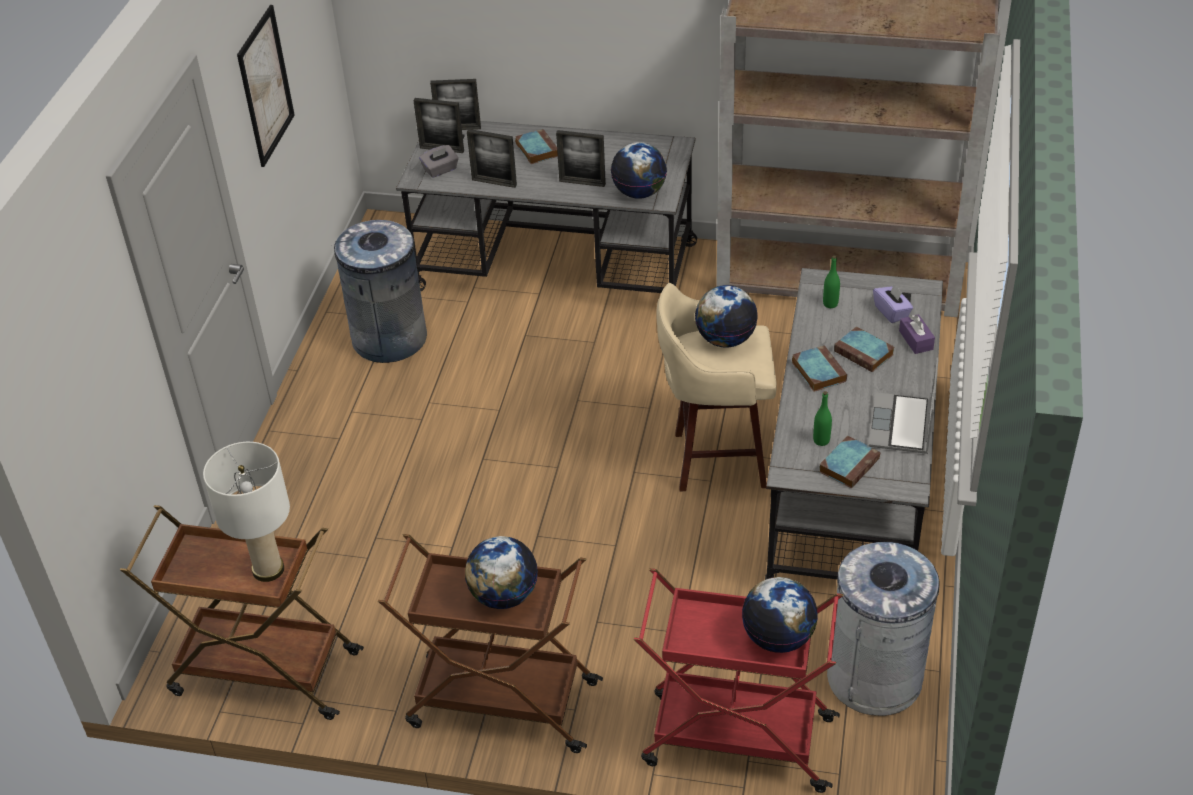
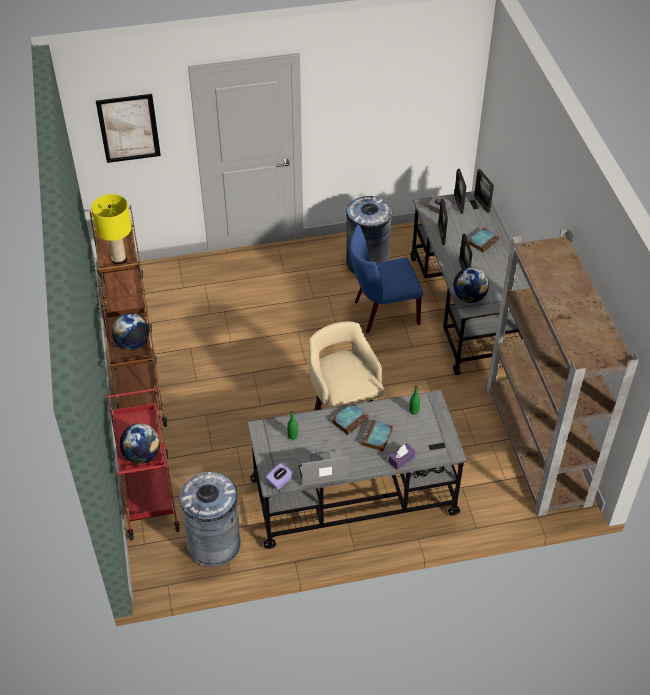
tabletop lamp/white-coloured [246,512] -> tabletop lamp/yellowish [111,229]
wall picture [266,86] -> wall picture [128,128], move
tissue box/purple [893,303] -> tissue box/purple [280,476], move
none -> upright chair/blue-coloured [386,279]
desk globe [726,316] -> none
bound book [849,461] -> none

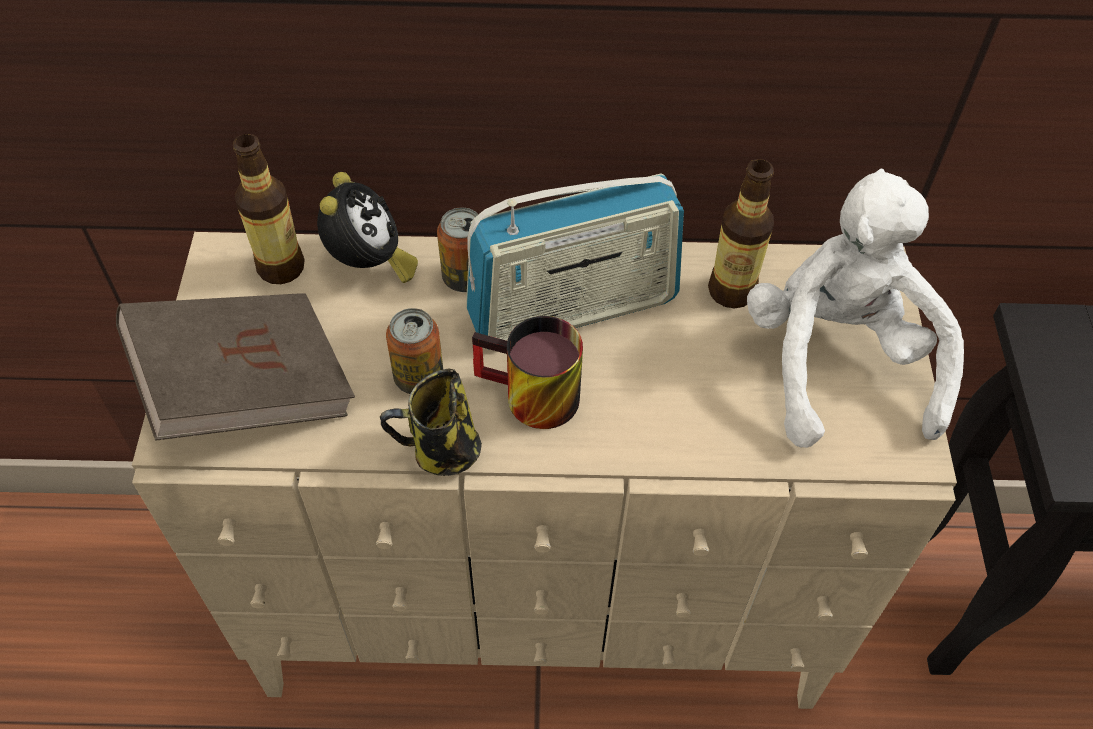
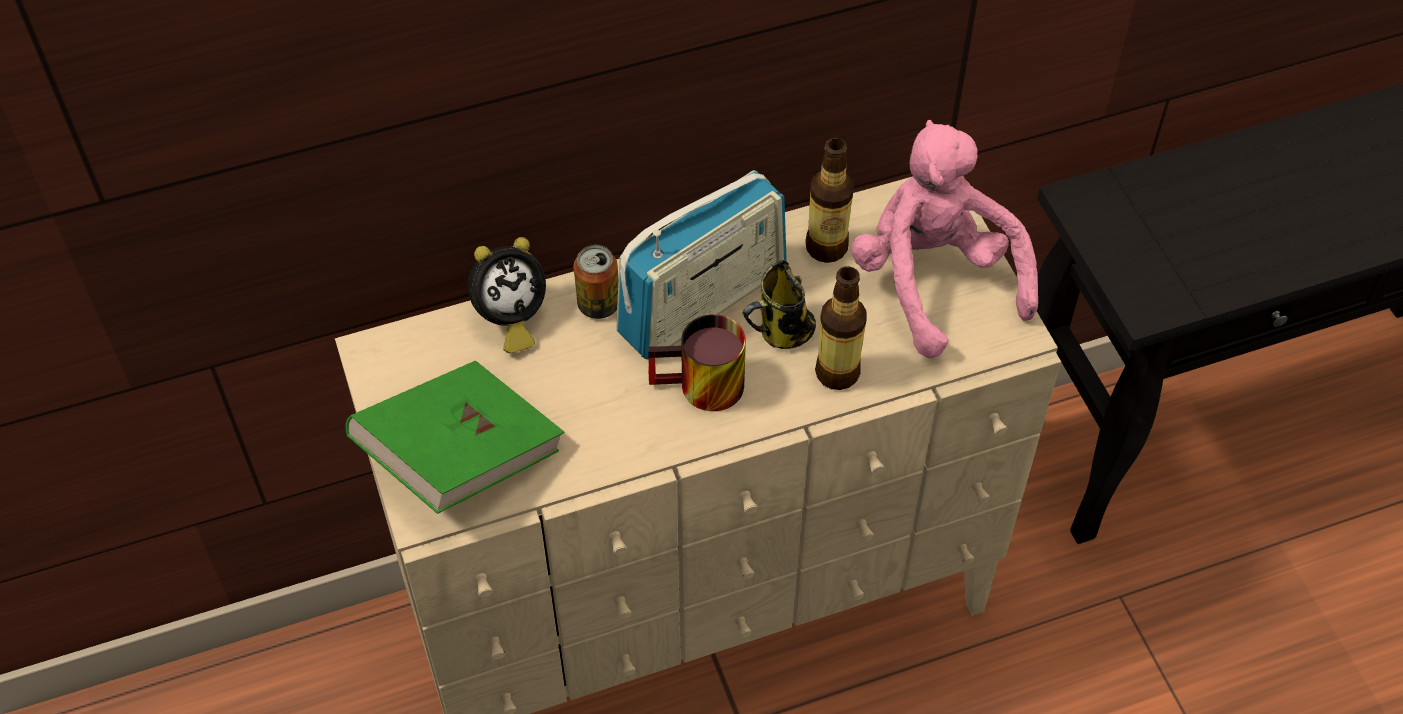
bound book/brown [235,367] -> bound book/greenish [455,437]
table clock [367,227] -> table clock [507,295], 75 degrees clockwise
coffee mug [431,422] -> coffee mug [779,304], move
bottle [269,209] -> bottle [841,328], move
cuddly toy/white-coloured [855,308] -> cuddly toy/pink [944,239]
metal can [414,351] -> none

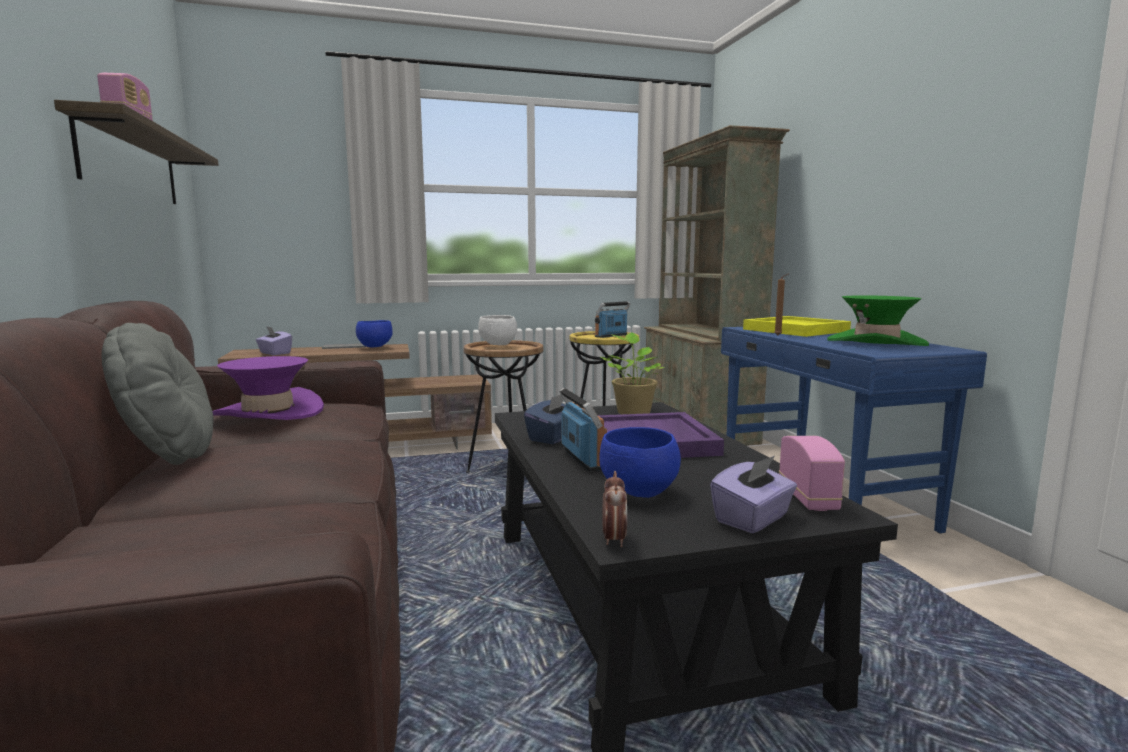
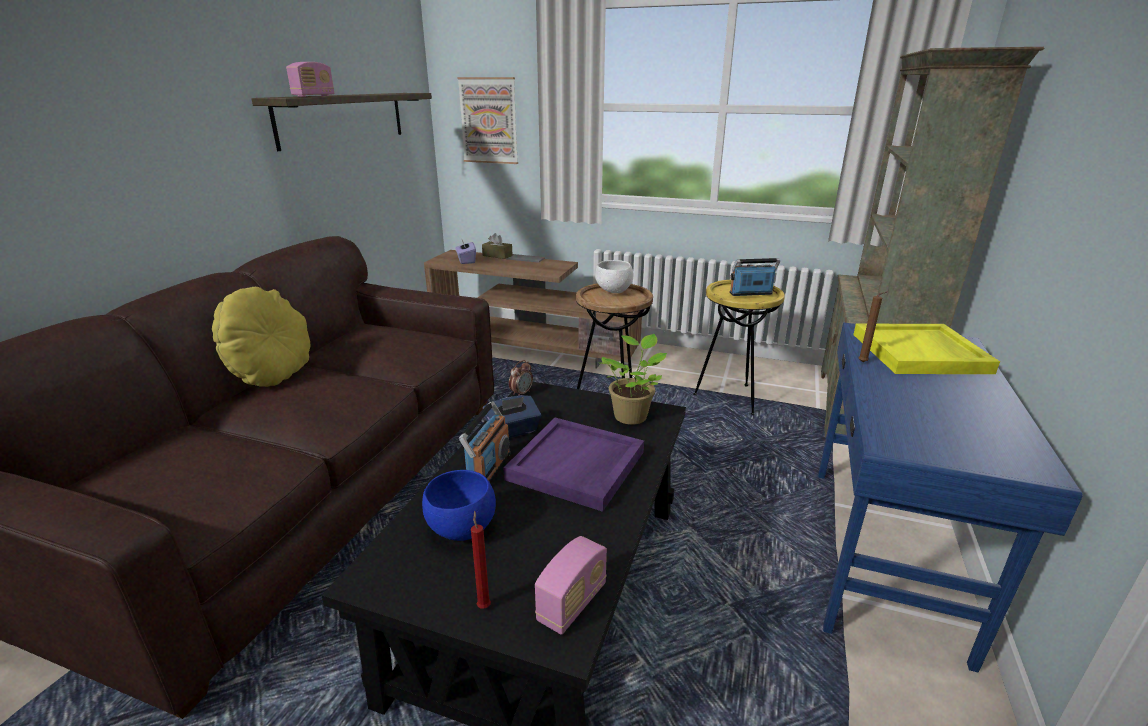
throw pillow/greyish [157,394] -> throw pillow/yellowish [261,337]
none -> wall picture [487,120]
tissue box/purple [753,494] -> wax candle/red-coloured [481,560]
none -> tissue box/brown [497,246]
table clock [615,509] -> table clock [521,378], move
wearable hat/purple [268,388] -> none
serving bowl/blue-coloured [374,333] -> none
wearable hat/greenish [878,320] -> none

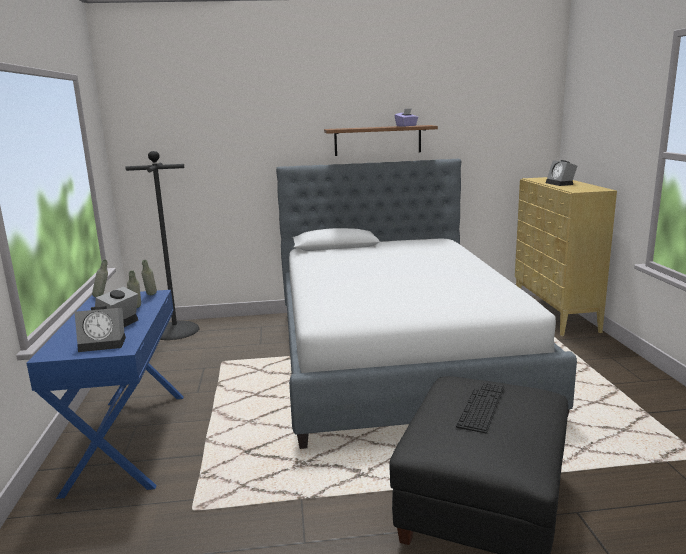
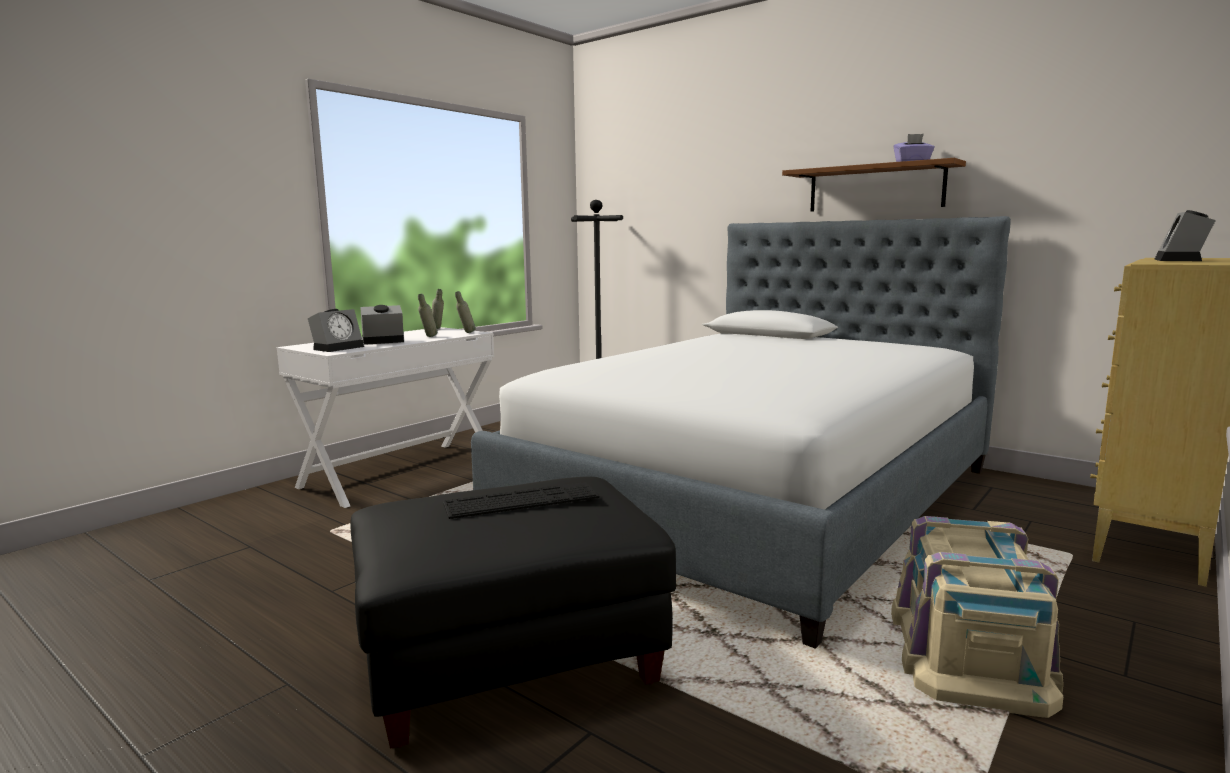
desk table/blue-coloured [105,394] -> desk table/white-coloured [385,417]
table clock [100,329] -> table clock [336,330], 90 degrees counterclockwise
none -> storage container/beige-coloured [977,617]

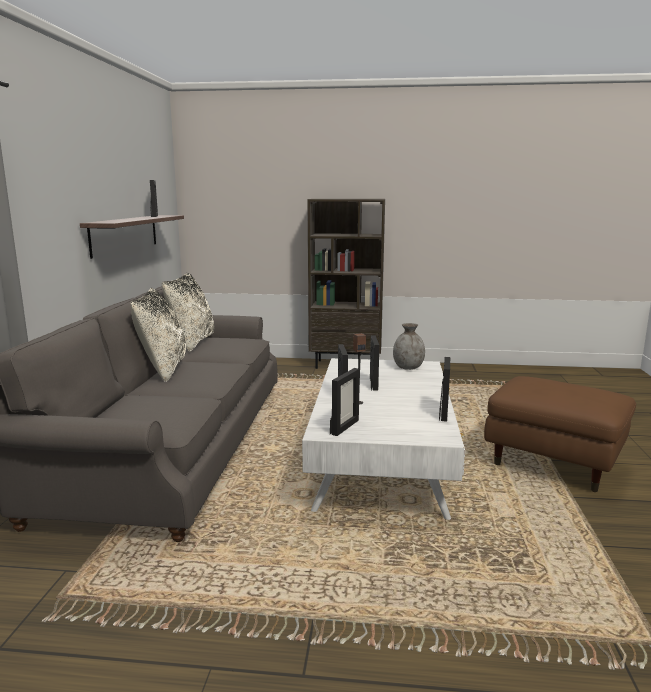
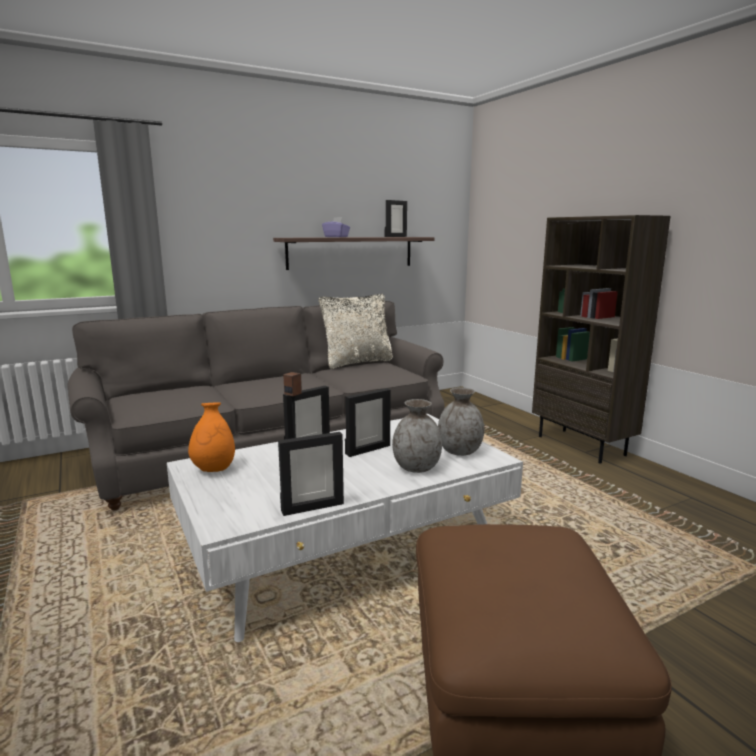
picture frame [345,402] -> vase/orange [211,437]
none -> tissue box/purple [336,227]
none -> vase/greyish [417,436]
throw pillow/beige-coloured [158,335] -> none

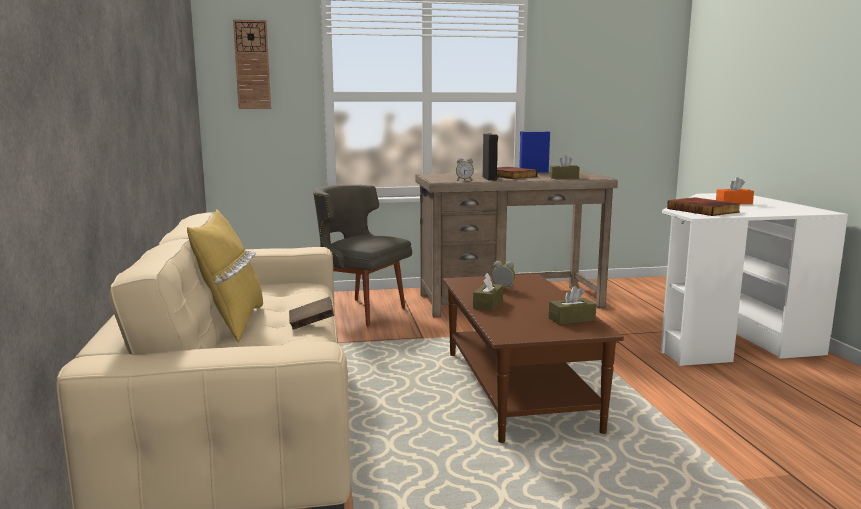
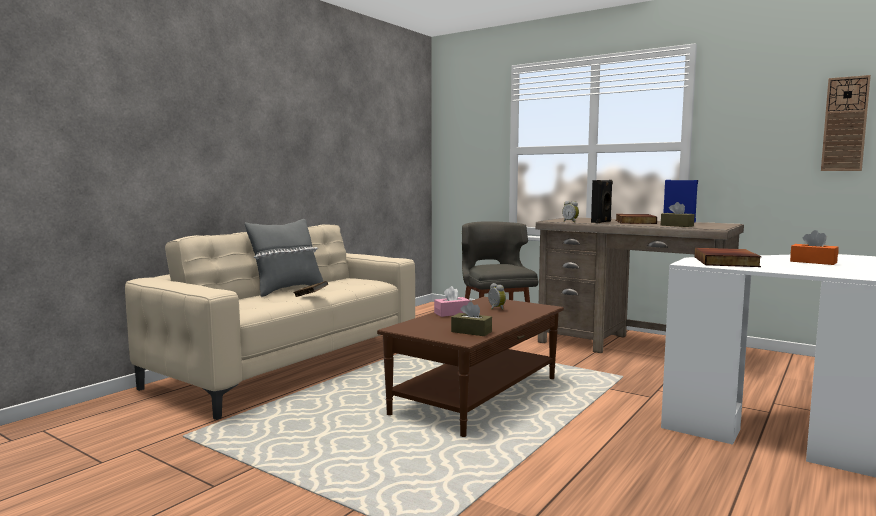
throw pillow/yellowish [225,275] -> throw pillow/greyish [284,258]
tissue box/brown [488,292] -> tissue box/pink [452,301]
hanging clock [252,64] -> hanging clock [846,123], move

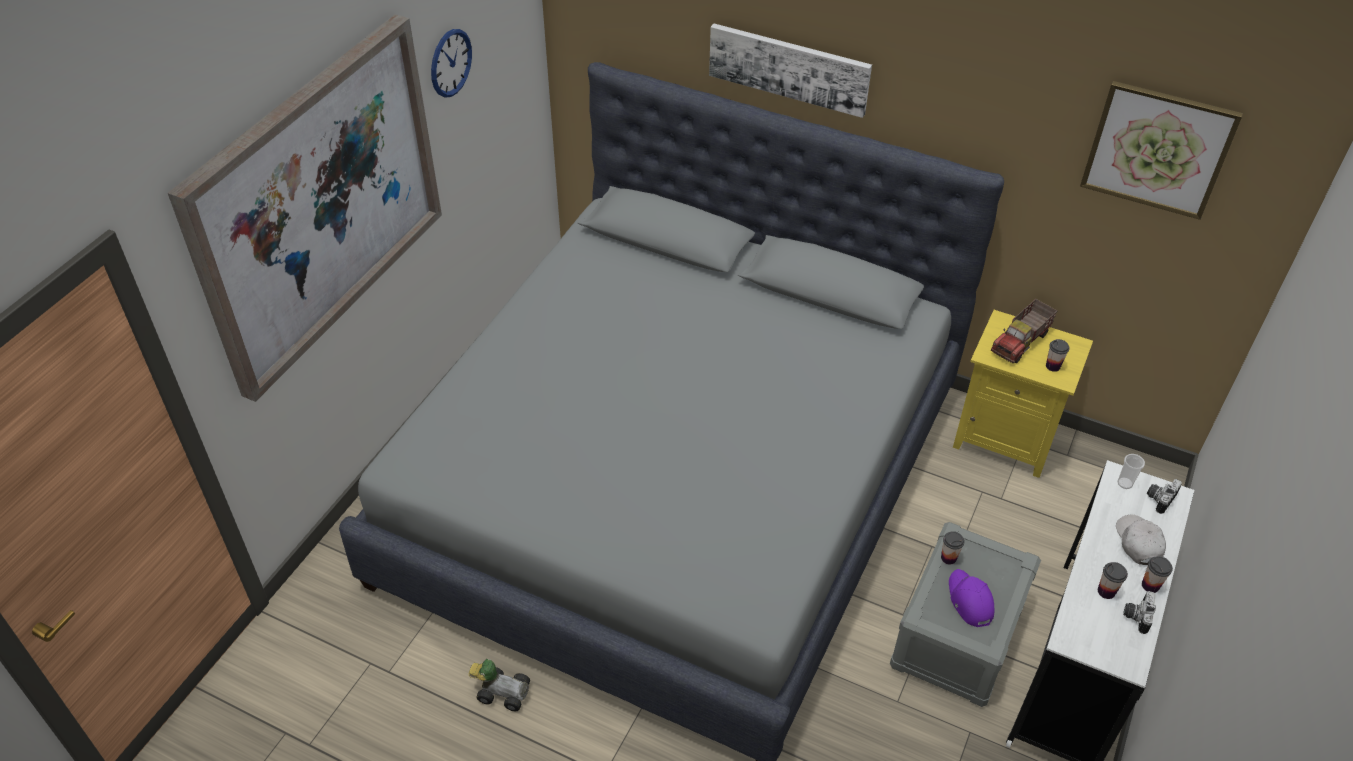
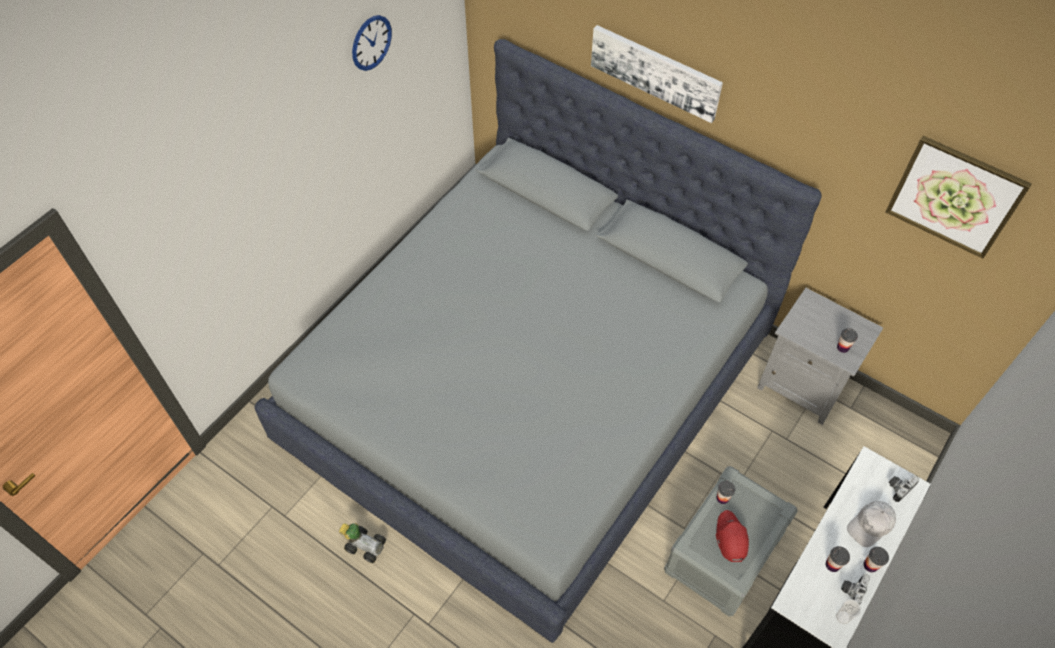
cap/purple [971,598] -> cap/red-coloured [732,536]
bedside table/yellowish [1023,394] -> bedside table/greyish [820,356]
drinking cup [1131,471] -> drinking cup [848,611], move
cap/white-coloured [1141,540] -> cap/white-coloured [871,524], 135 degrees counterclockwise
wall picture [305,208] -> none
toy lorry [1024,331] -> none

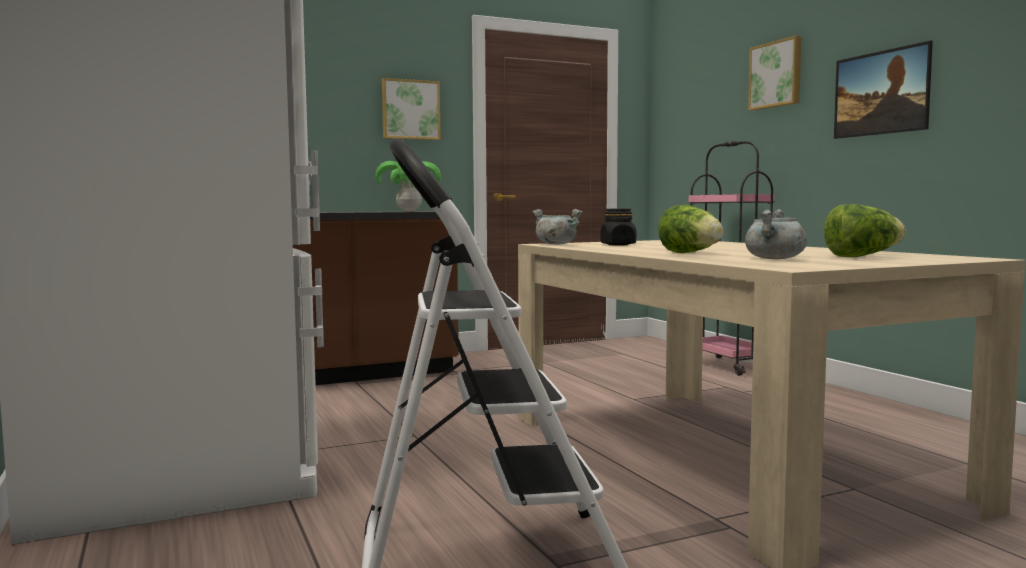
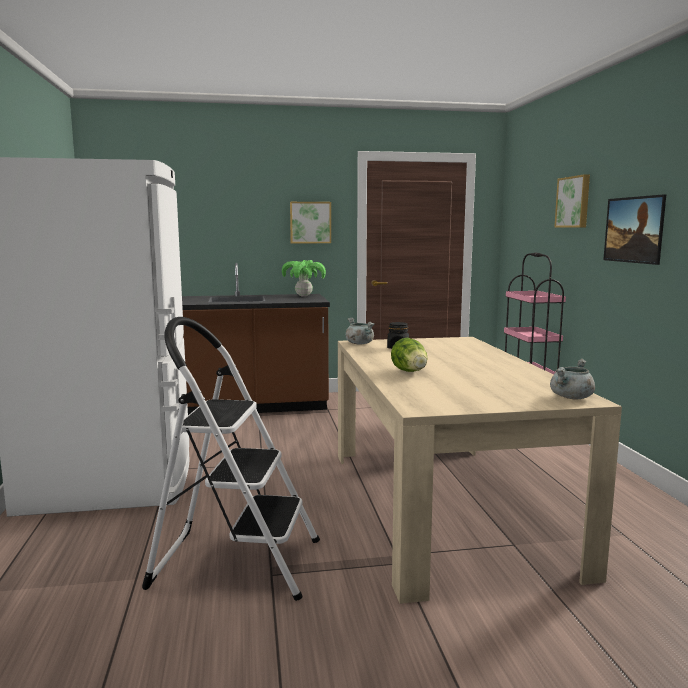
stockpot/greyish [776,234] -> stockpot/greyish [572,379], move
lettuce head [865,230] -> none

